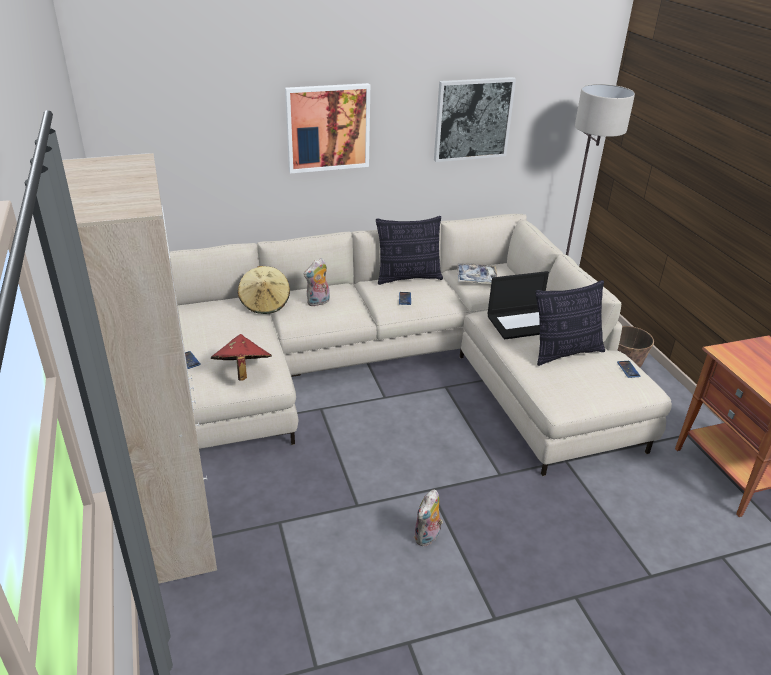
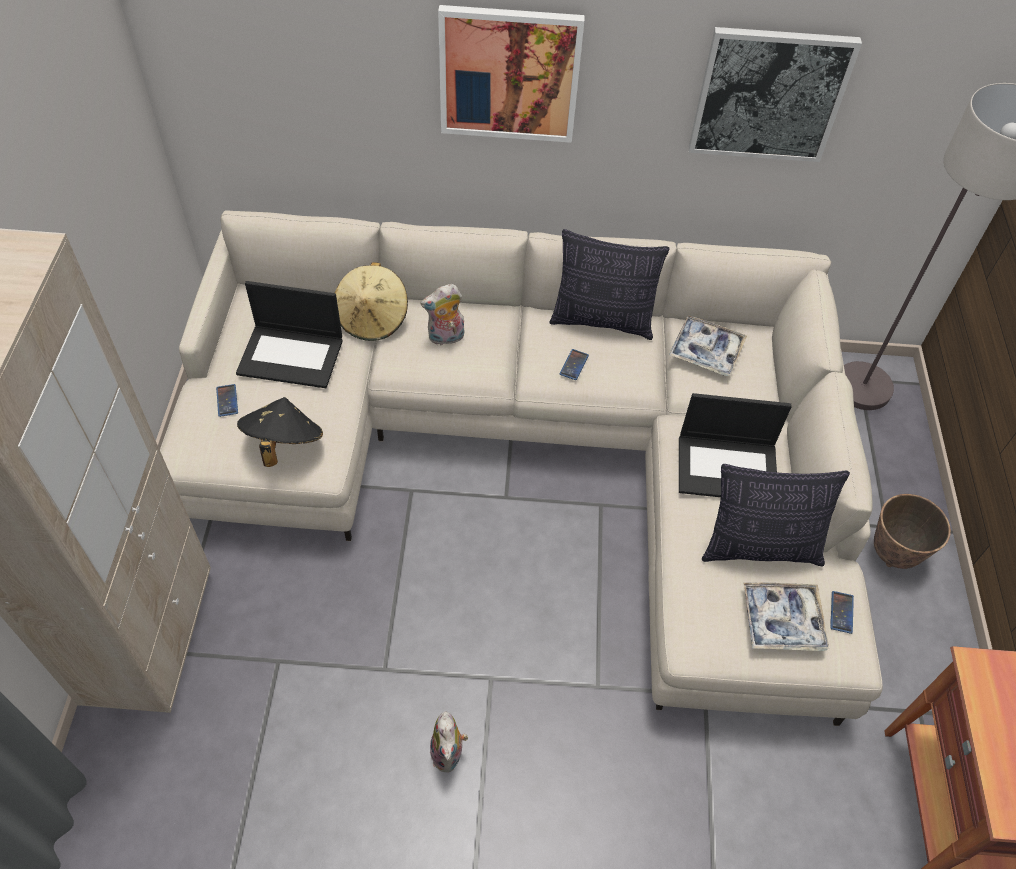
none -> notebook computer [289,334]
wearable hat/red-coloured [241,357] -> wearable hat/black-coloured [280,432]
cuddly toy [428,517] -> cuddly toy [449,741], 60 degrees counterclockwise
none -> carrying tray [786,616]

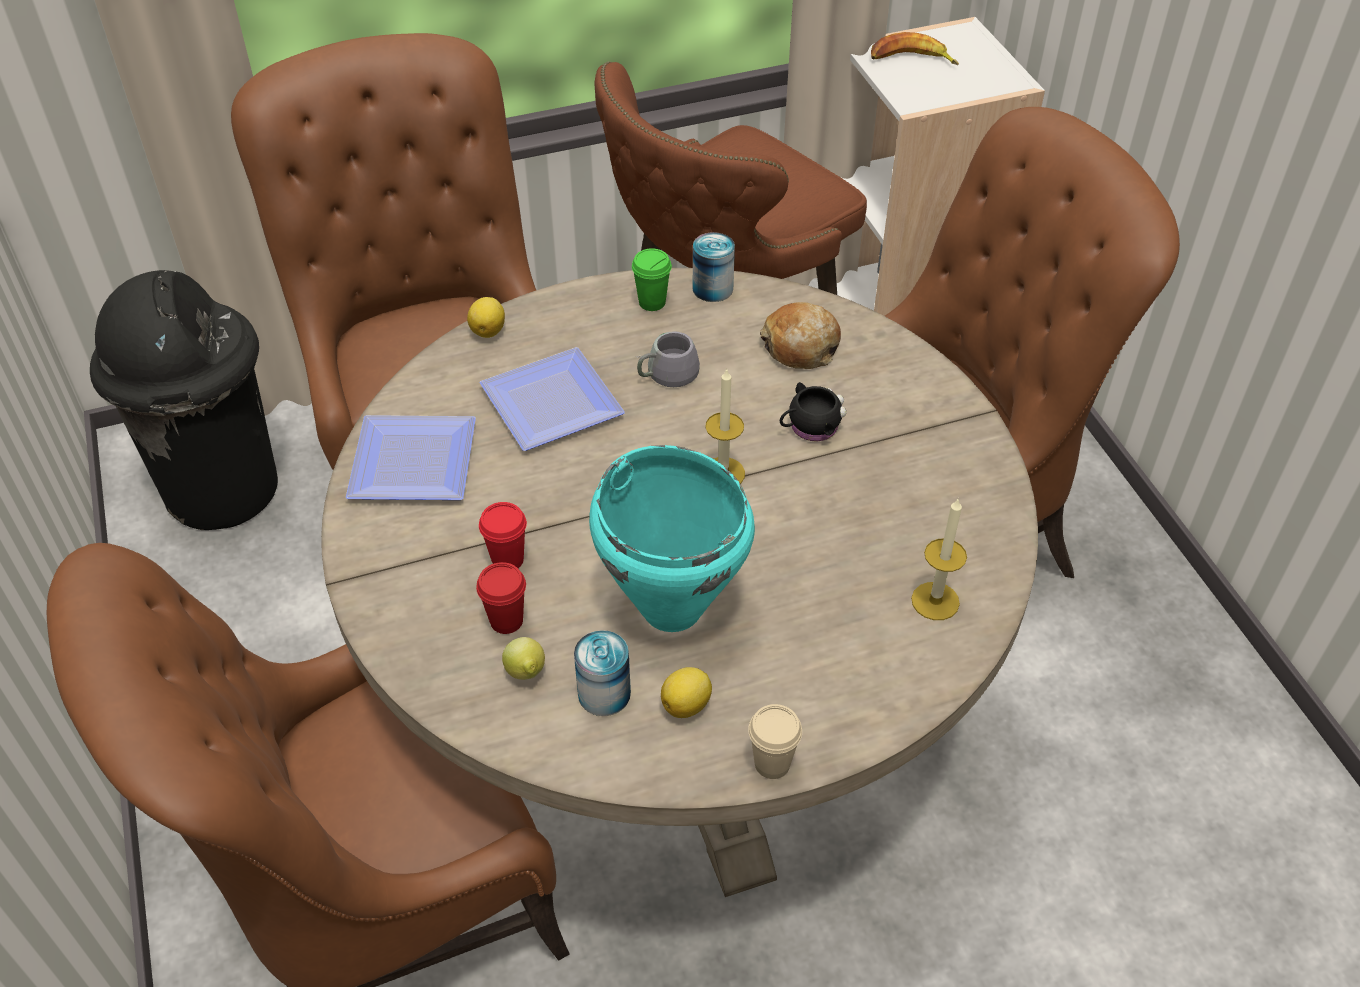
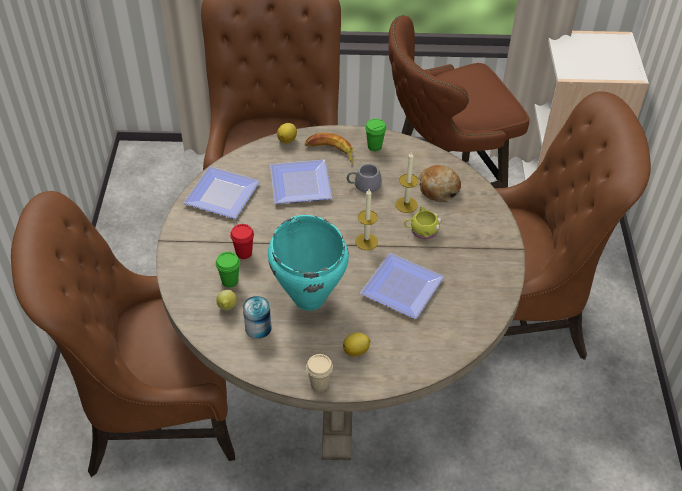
drinking cup/red-coloured [501,598] -> drinking cup/greenish [228,270]
whole banana [915,48] -> whole banana [329,148], move
whole lemon [686,692] -> whole lemon [356,344], move
none -> plate [402,286]
wax candle [939,559] -> wax candle [407,182], move
coffee mug/black-coloured [813,411] -> coffee mug/yellowish [423,223]
trash can/black-coloured [184,400] -> none
metal can [714,267] -> none

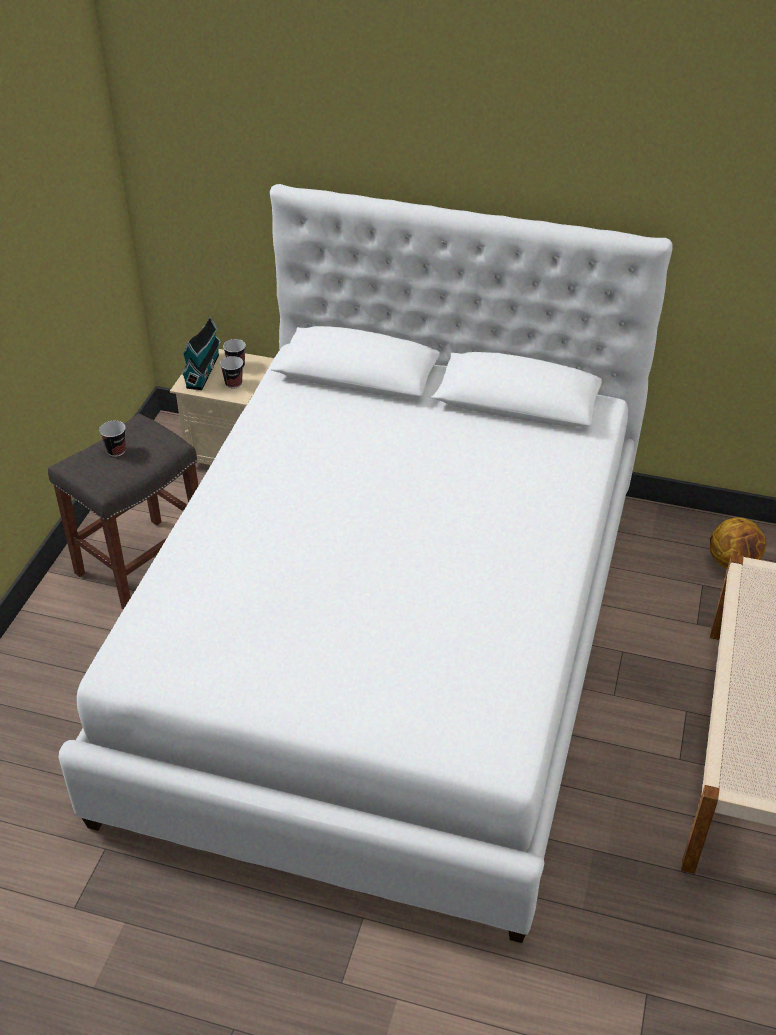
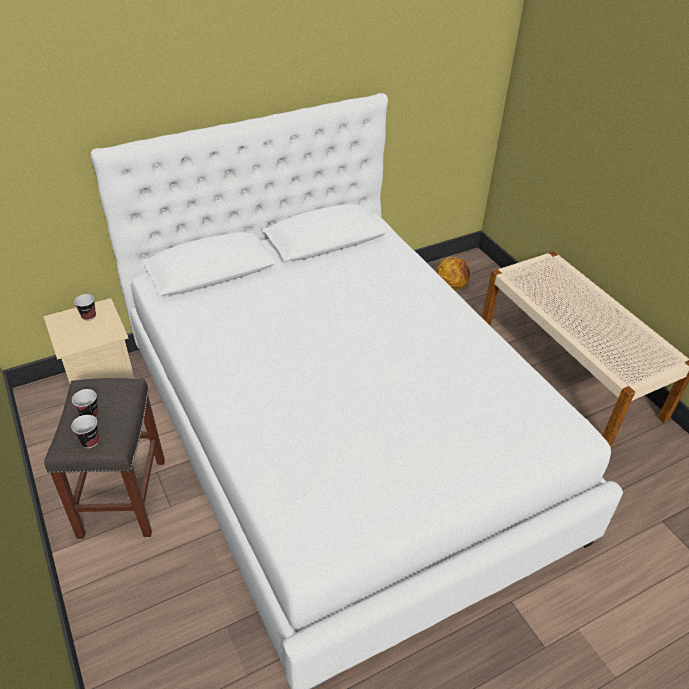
drinking cup [231,372] -> drinking cup [85,431], move
toy house [201,353] -> none

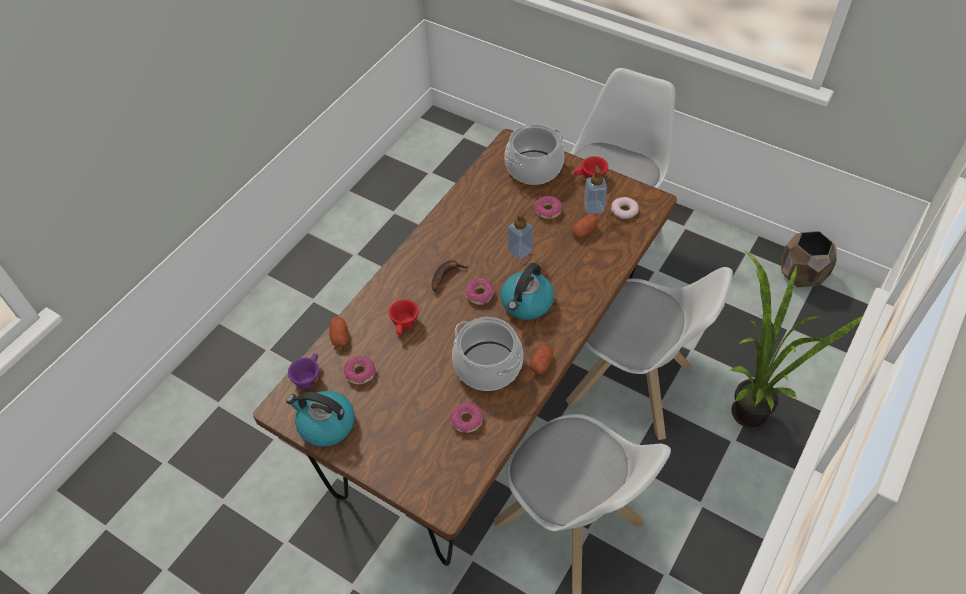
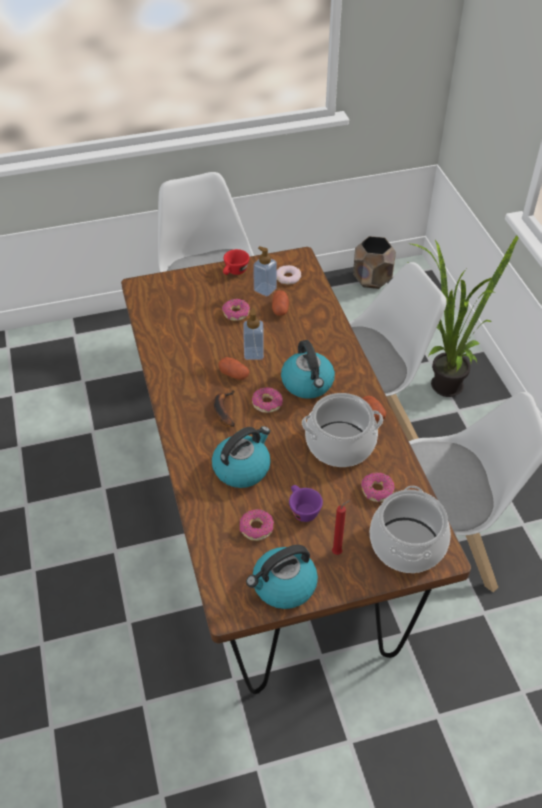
drinking cup/red-coloured [404,317] -> tea kettle [241,457]
whole potato [338,332] -> whole potato [234,368], move
drinking cup/purple [303,371] -> drinking cup/purple [306,503], move
none -> wax candle/red-coloured [341,527]
stockpot [534,154] -> stockpot [410,529], move

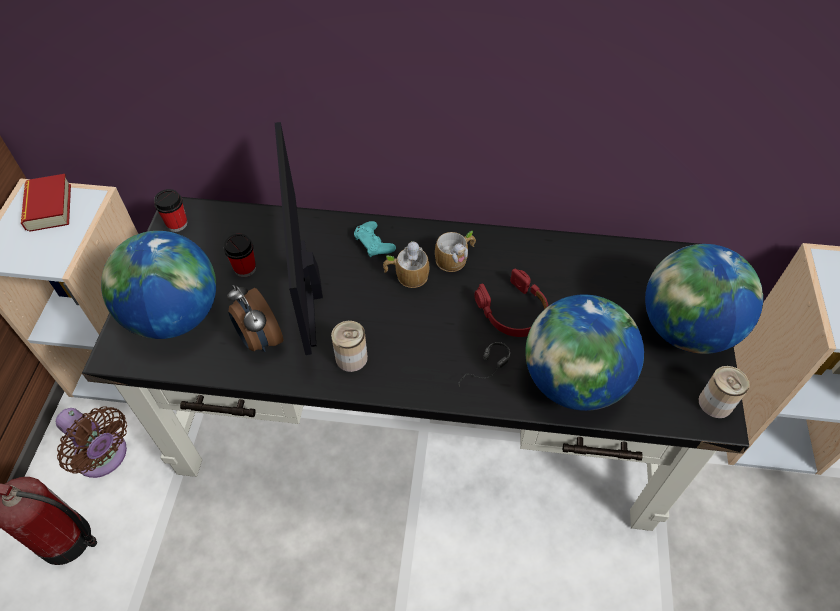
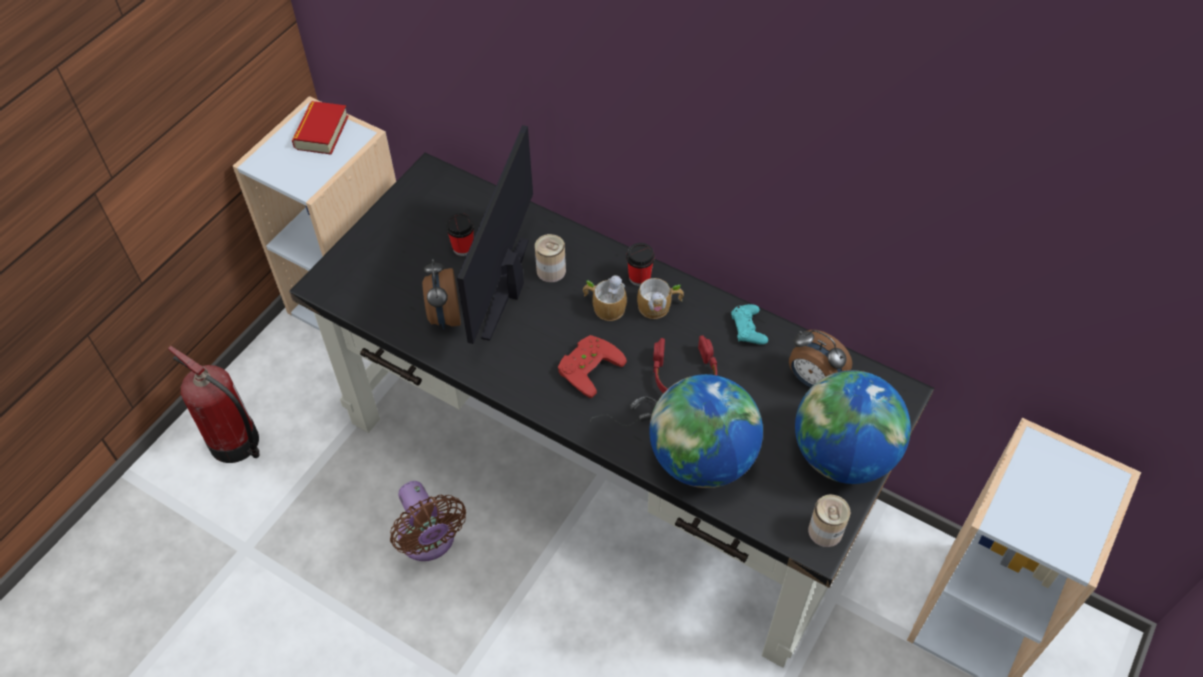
electric fan/brown [91,442] -> electric fan/brown [428,521], move
metal can [349,346] -> metal can [550,258], move
none -> game controller/red-coloured [592,366]
drinking cup [171,210] -> drinking cup [640,264], move
game controller/turquoise [375,239] -> game controller/turquoise [749,324], move
none -> table clock [820,359]
desk globe [158,285] -> none

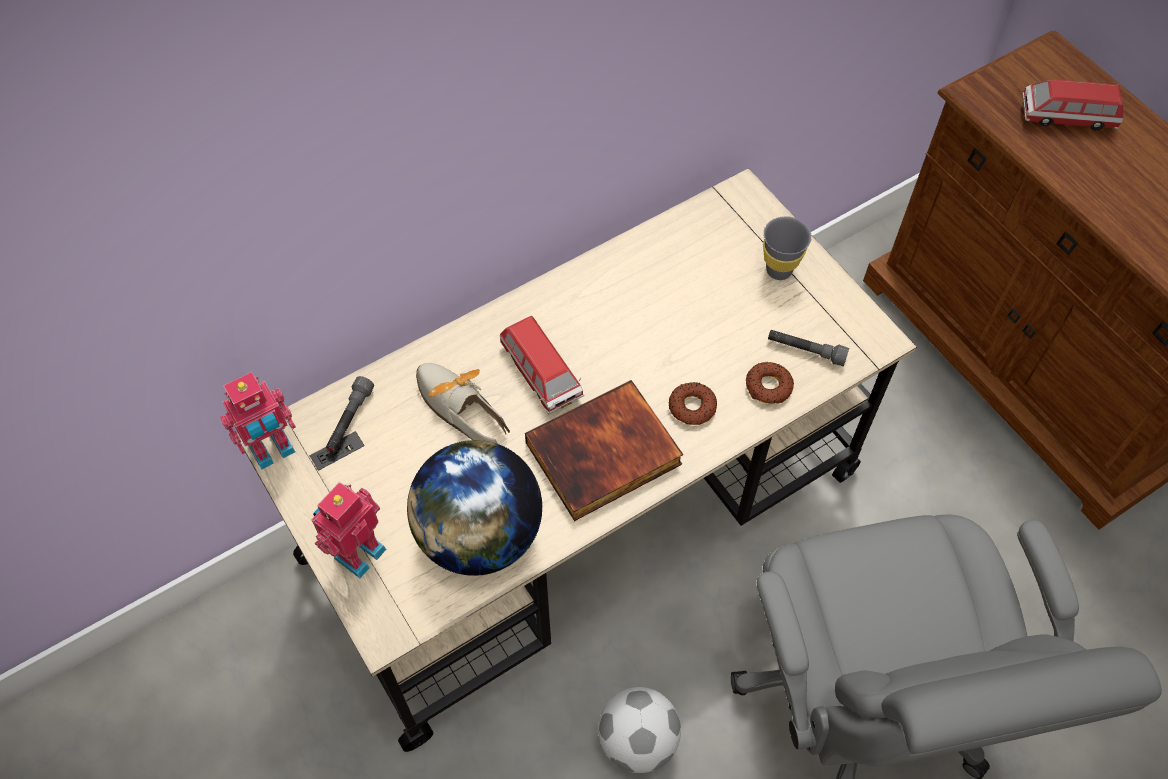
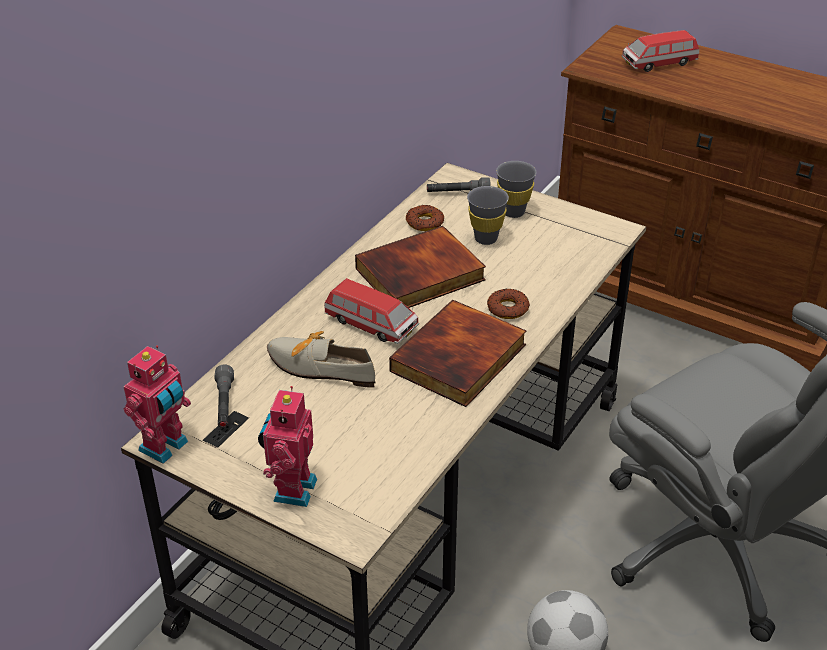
none -> bound book [420,267]
ring doughnut [770,383] -> ring doughnut [425,218], move
flashlight/greyish [808,348] -> flashlight/greyish [459,185], move
none -> drinking cup/greyish [488,215]
desk globe [474,508] -> none

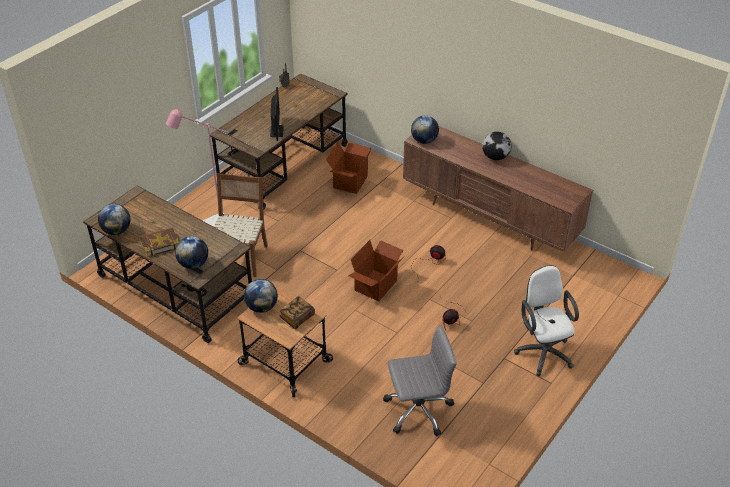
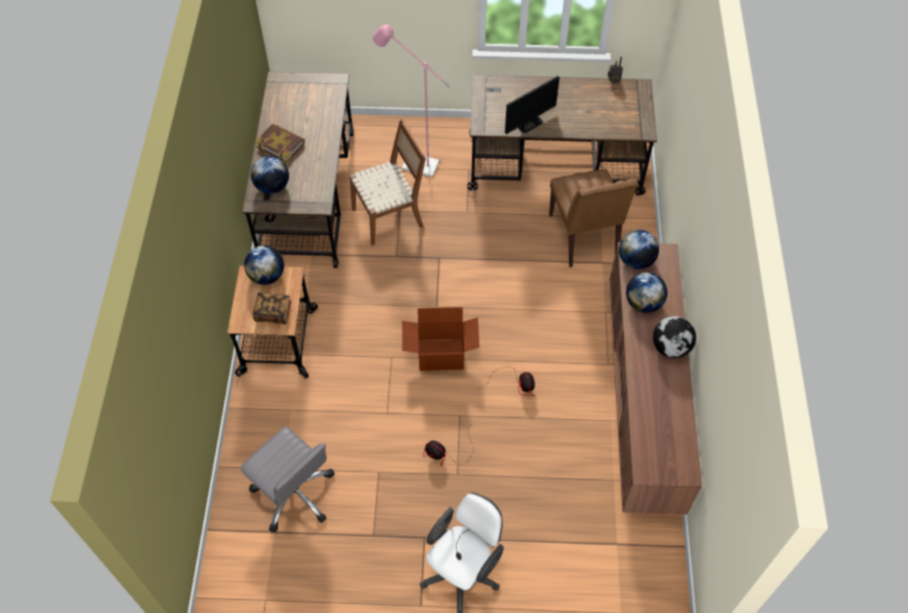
carton [349,168] -> upright chair/brown [593,218]
desk globe [114,219] -> desk globe [646,292], move

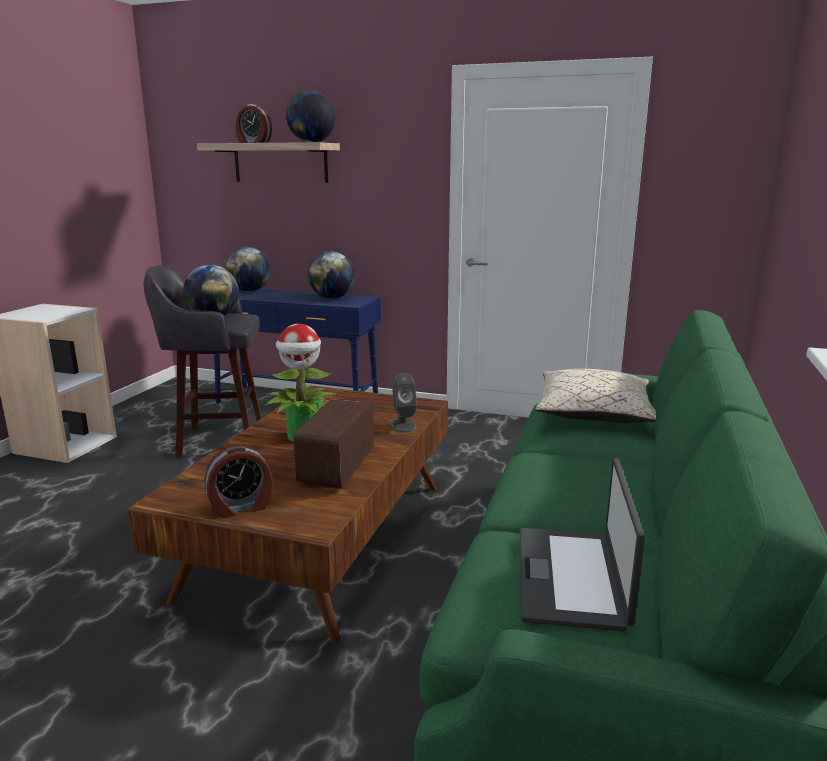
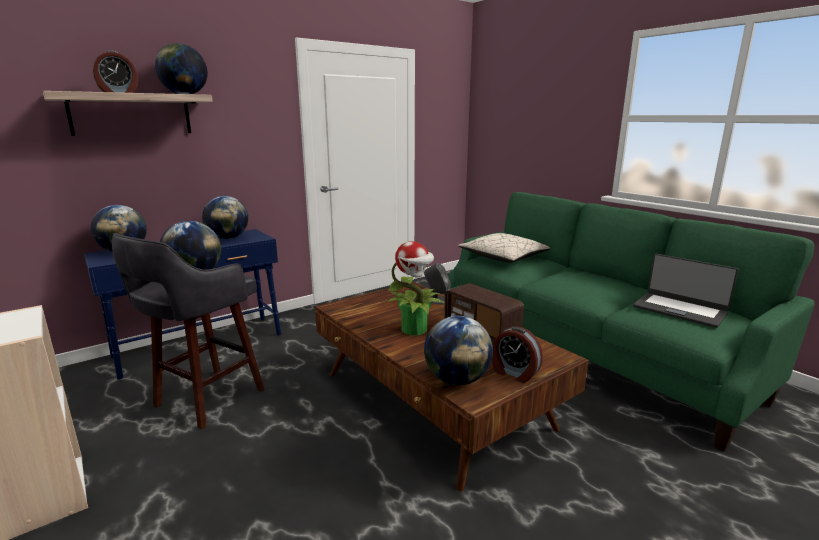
none -> desk globe [458,350]
table clock [238,482] -> table clock [517,354], 120 degrees clockwise

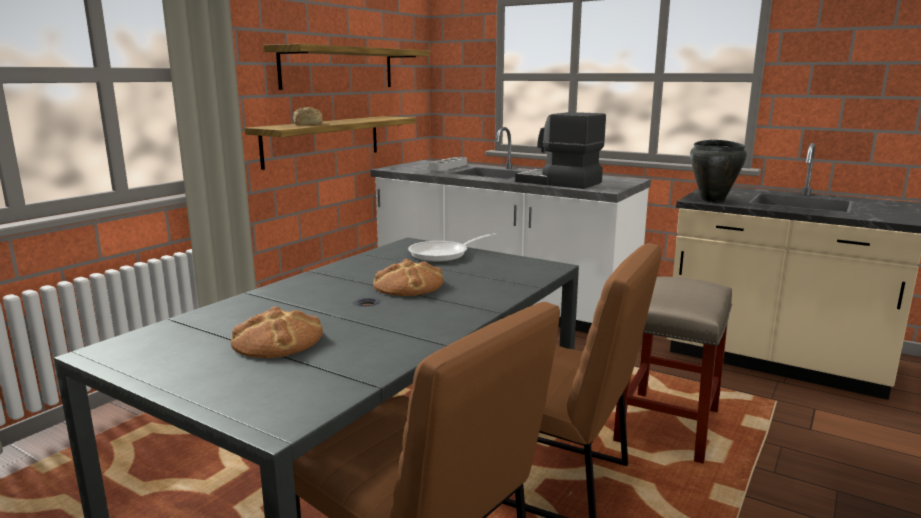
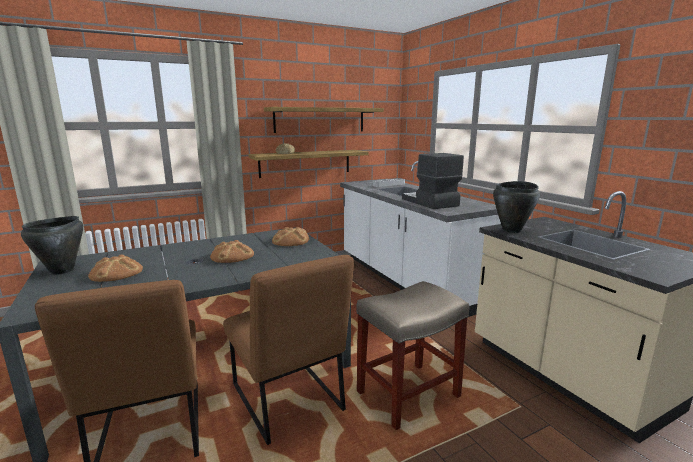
none -> stockpot/black-coloured [52,245]
frying pan [452,247] -> bread [290,236]

